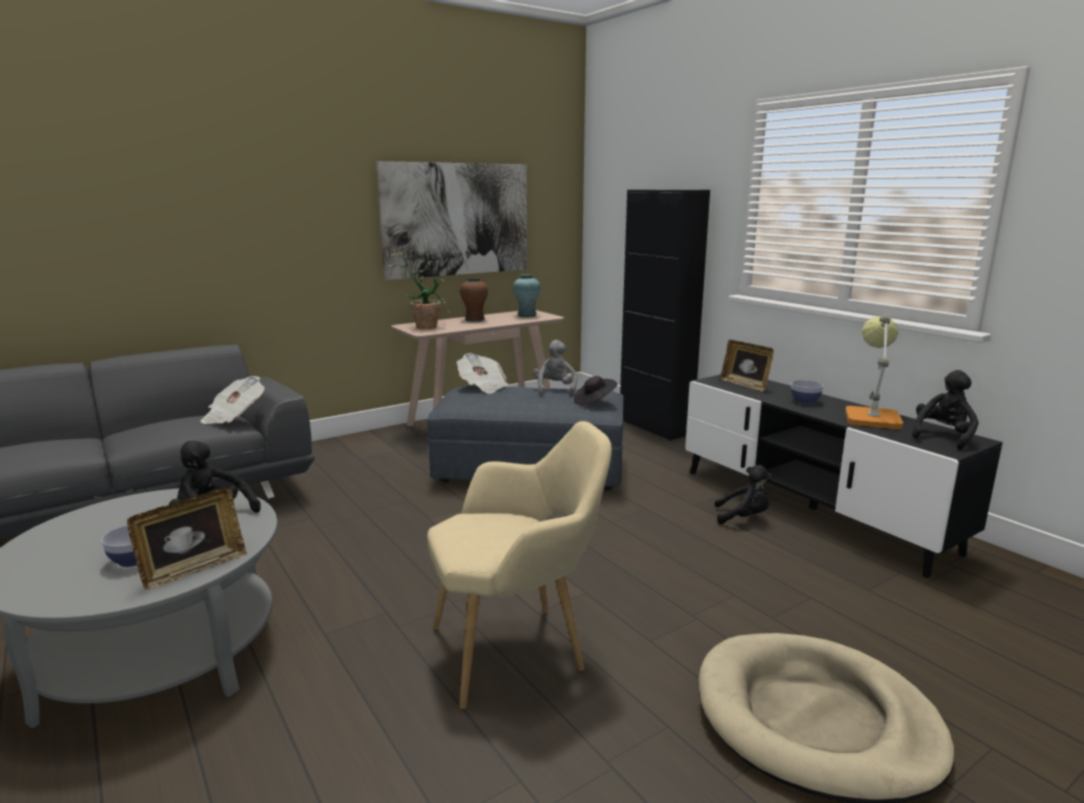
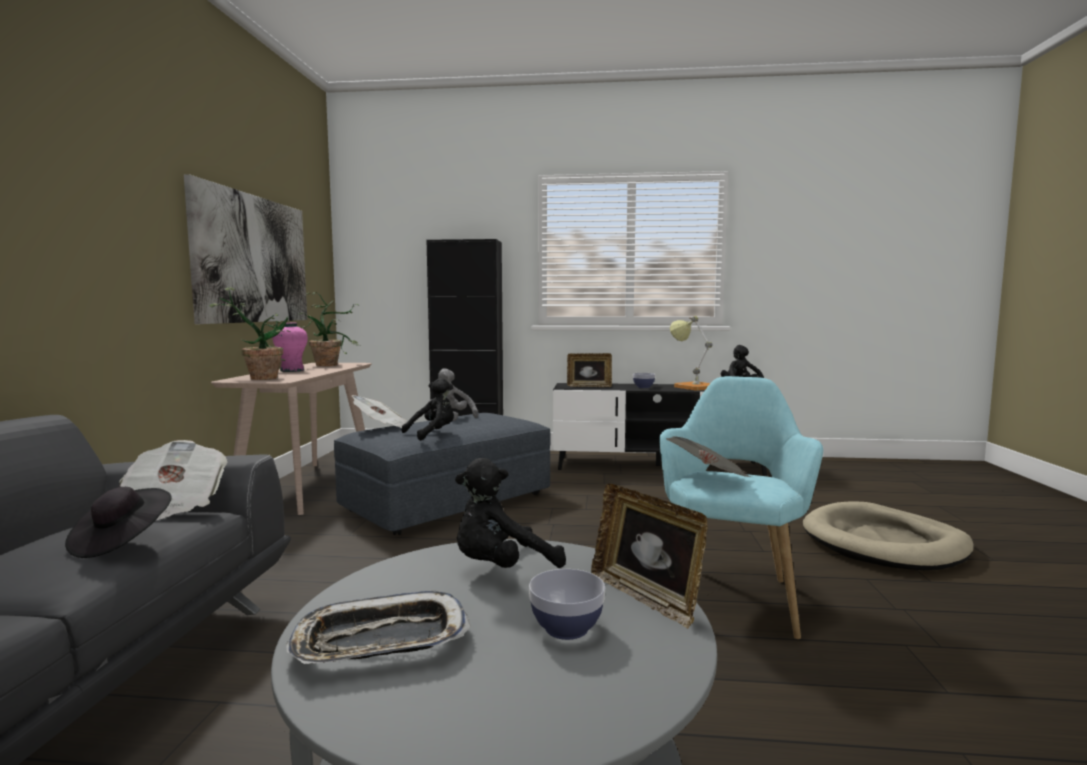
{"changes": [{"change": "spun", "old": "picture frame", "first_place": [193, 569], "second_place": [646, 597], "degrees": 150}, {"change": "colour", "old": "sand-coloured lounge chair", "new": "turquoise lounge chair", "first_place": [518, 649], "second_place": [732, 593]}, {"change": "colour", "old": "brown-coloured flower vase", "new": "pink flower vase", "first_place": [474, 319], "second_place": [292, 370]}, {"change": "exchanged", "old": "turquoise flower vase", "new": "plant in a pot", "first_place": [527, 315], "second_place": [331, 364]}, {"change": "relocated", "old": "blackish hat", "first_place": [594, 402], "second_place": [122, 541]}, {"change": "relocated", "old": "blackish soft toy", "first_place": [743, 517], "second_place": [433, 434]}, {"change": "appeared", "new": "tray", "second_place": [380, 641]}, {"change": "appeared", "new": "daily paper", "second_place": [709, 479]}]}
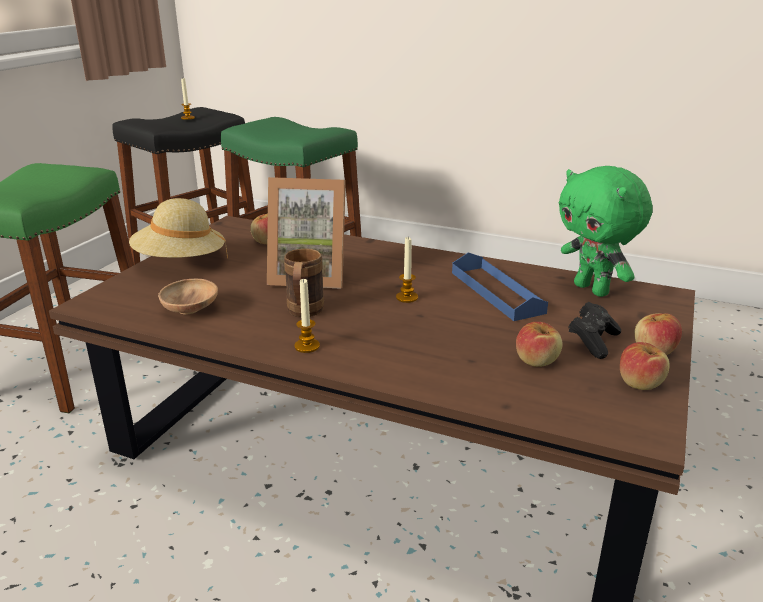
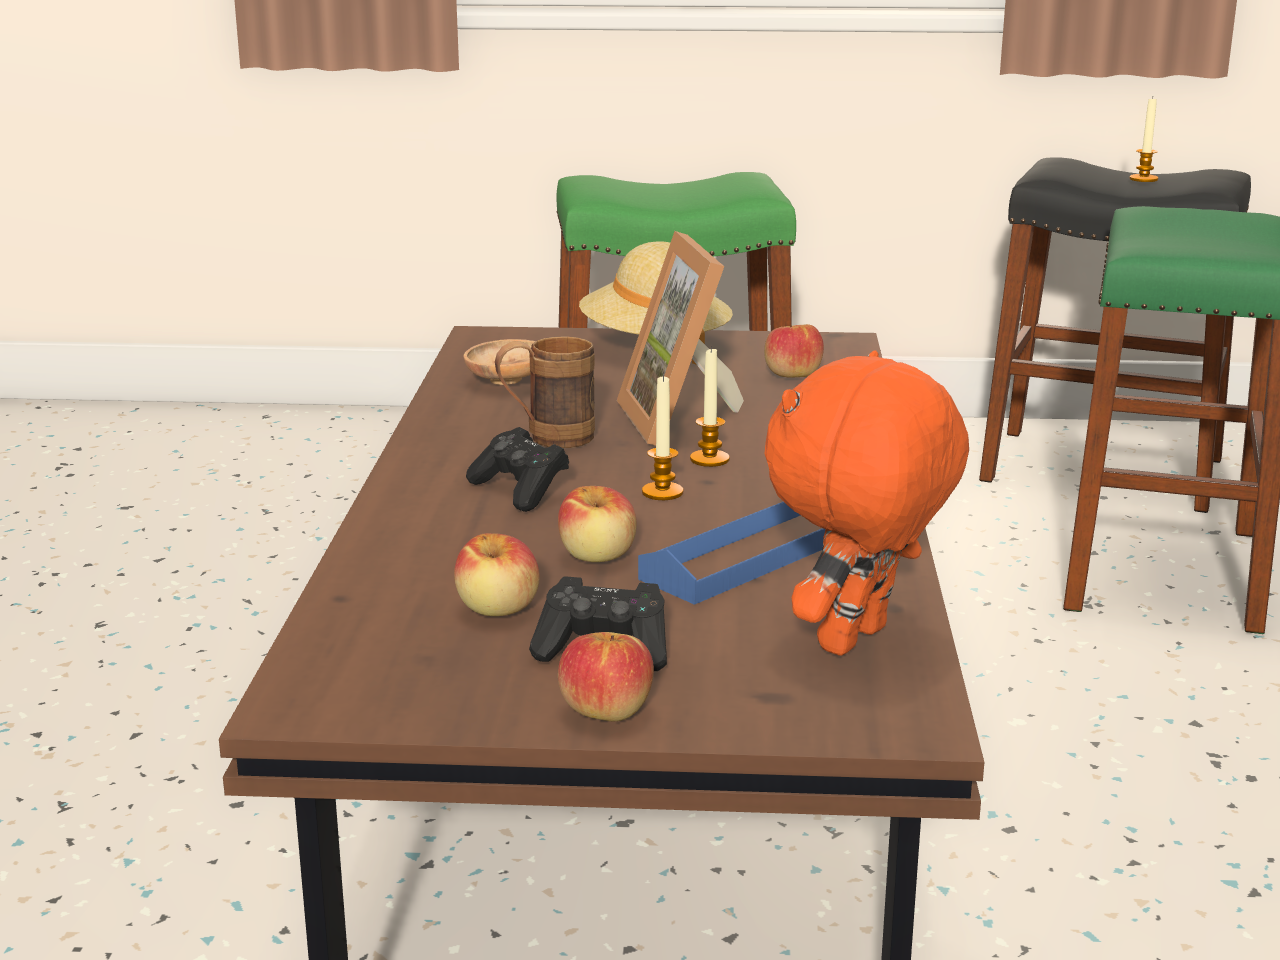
{"changes": [{"change": "relocated", "old": "wax candle", "first_place": [307, 346], "second_place": [709, 459]}, {"change": "colour", "old": "green-coloured soft toy", "new": "orange soft toy", "first_place": [593, 289], "second_place": [857, 641]}, {"change": "relocated", "old": "apple fruit", "first_place": [640, 383], "second_place": [597, 555]}, {"change": "appeared", "new": "blackish gamepad", "second_place": [520, 491]}]}
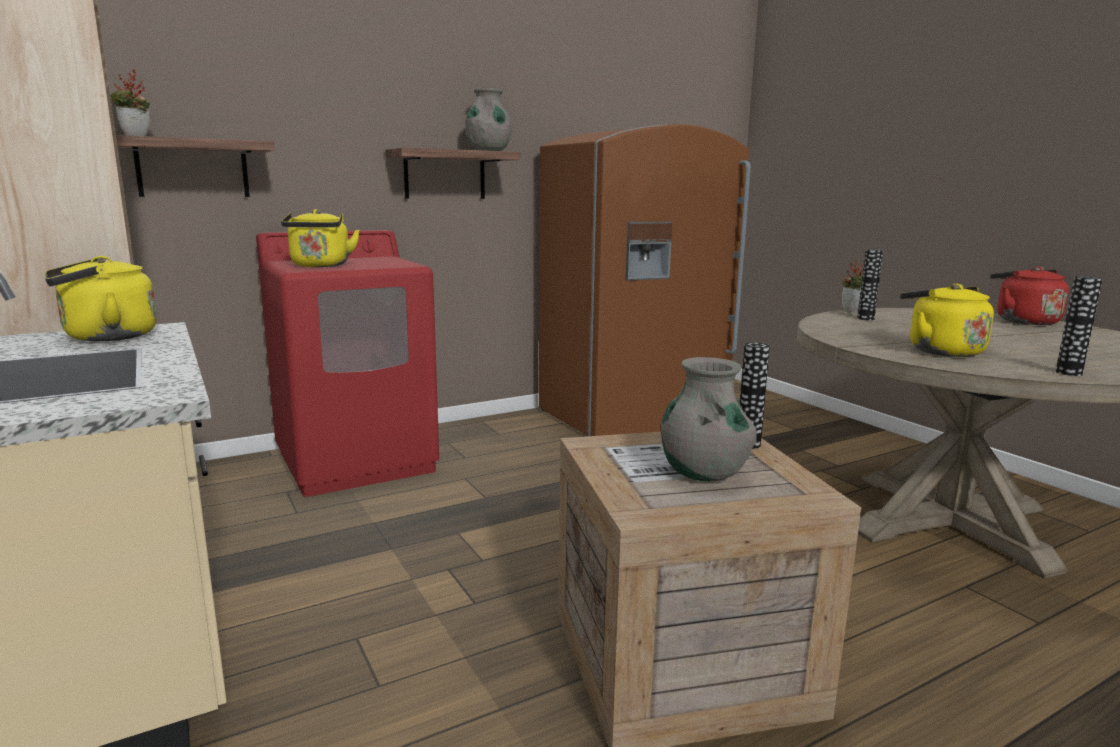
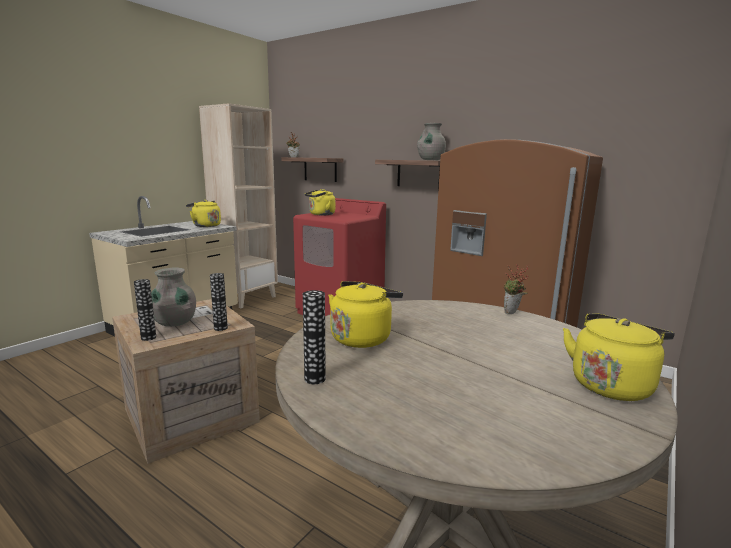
{"changes": [{"change": "relocated", "old": "flower vase", "first_place": [865, 318], "second_place": [148, 337]}, {"change": "colour", "old": "reddish water kettle", "new": "yellow water kettle", "first_place": [1023, 321], "second_place": [611, 384]}]}
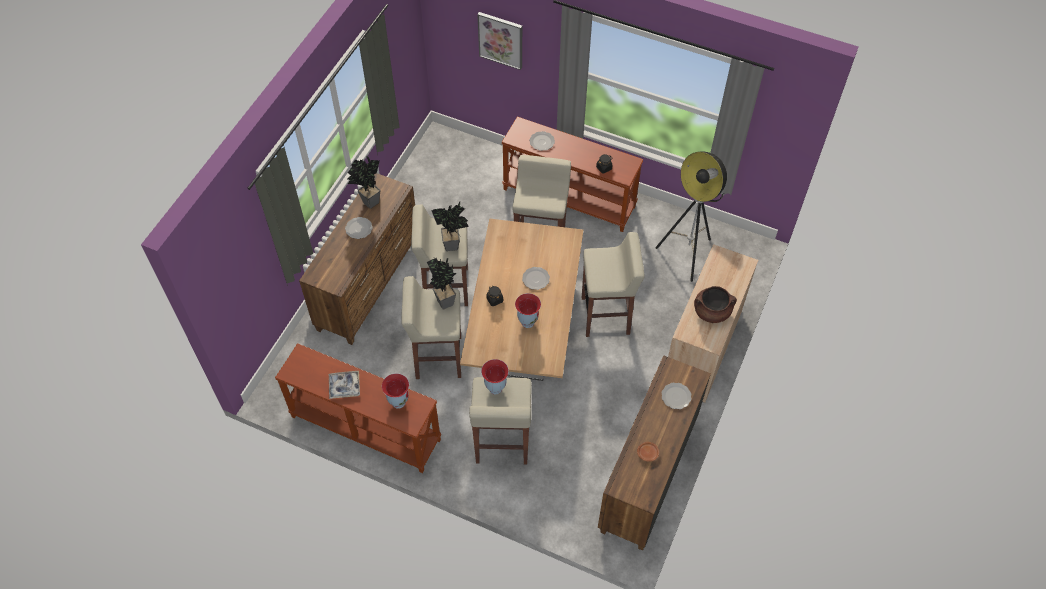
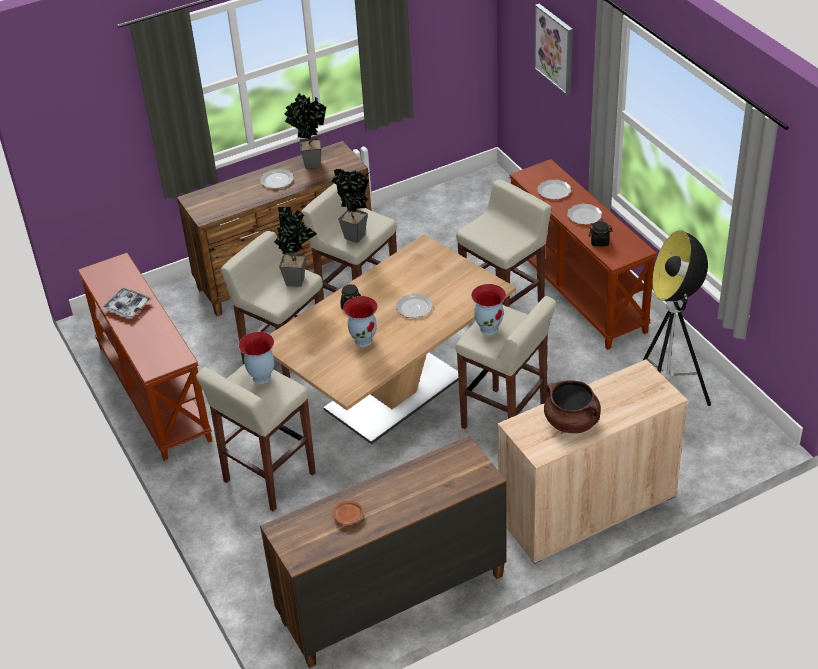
{"changes": [{"change": "relocated", "old": "flower vase", "first_place": [398, 401], "second_place": [489, 329]}, {"change": "relocated", "old": "dinner plate", "first_place": [675, 396], "second_place": [584, 215]}]}
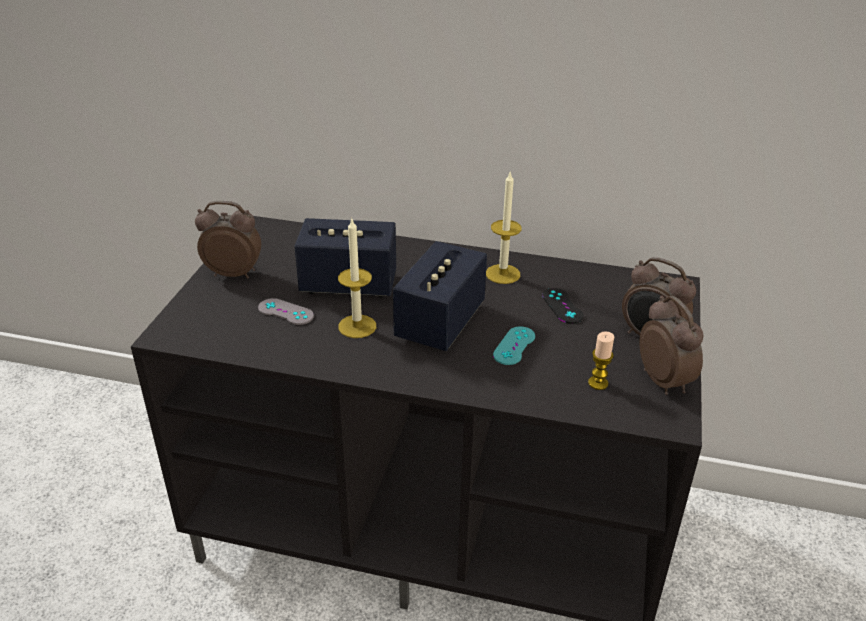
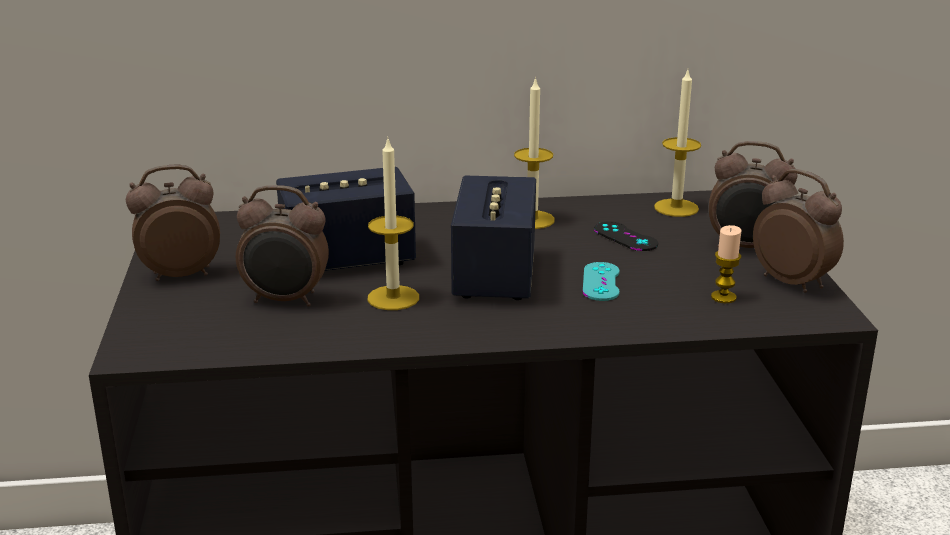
{"changes": [{"change": "exchanged", "old": "grey gamepad", "new": "bedside clock", "first_place": [285, 312], "second_place": [286, 300]}, {"change": "appeared", "new": "wax candle", "second_place": [676, 208]}]}
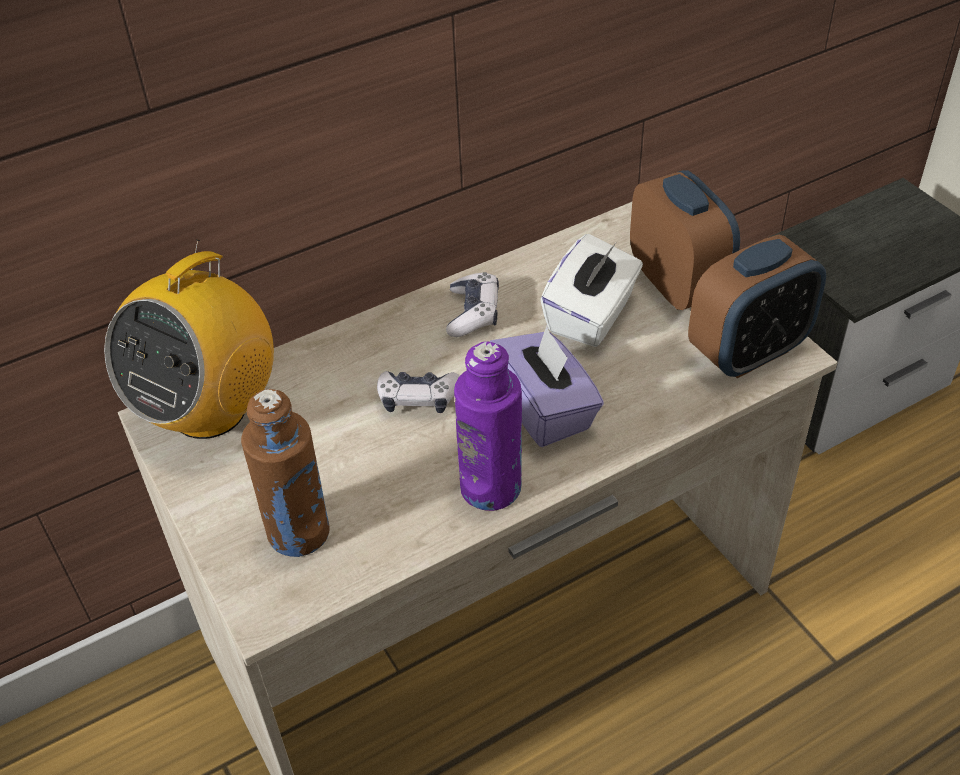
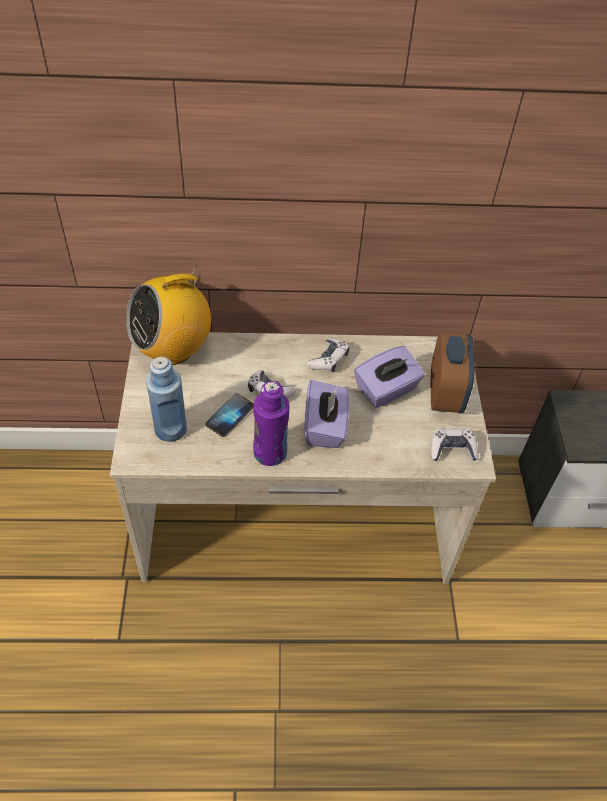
{"changes": [{"change": "colour", "old": "brown-coloured beverage bottle", "new": "blue-coloured beverage bottle", "first_place": [299, 532], "second_place": [170, 429]}, {"change": "colour", "old": "whitish tissue holder", "new": "purple tissue holder", "first_place": [591, 316], "second_place": [386, 390]}, {"change": "exchanged", "old": "bedside clock", "new": "gamepad", "first_place": [748, 352], "second_place": [452, 449]}, {"change": "appeared", "new": "phone", "second_place": [230, 416]}]}
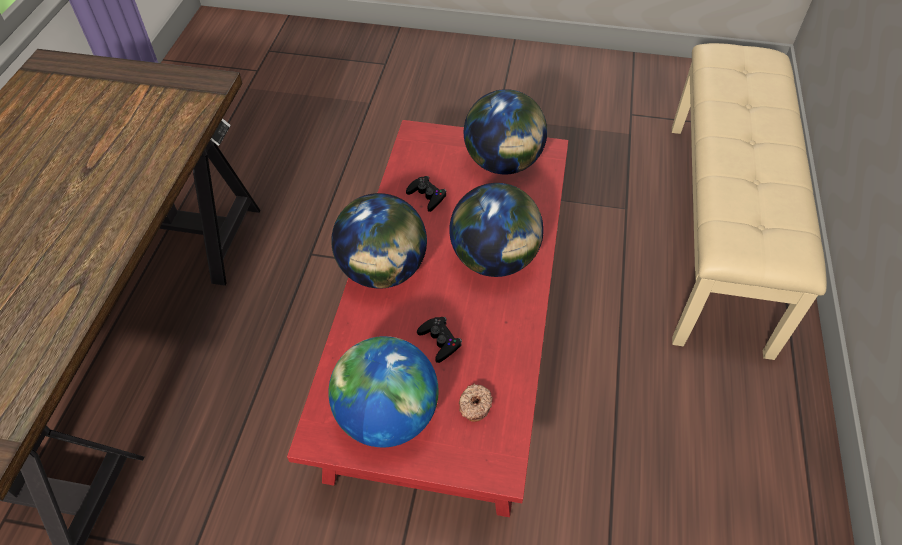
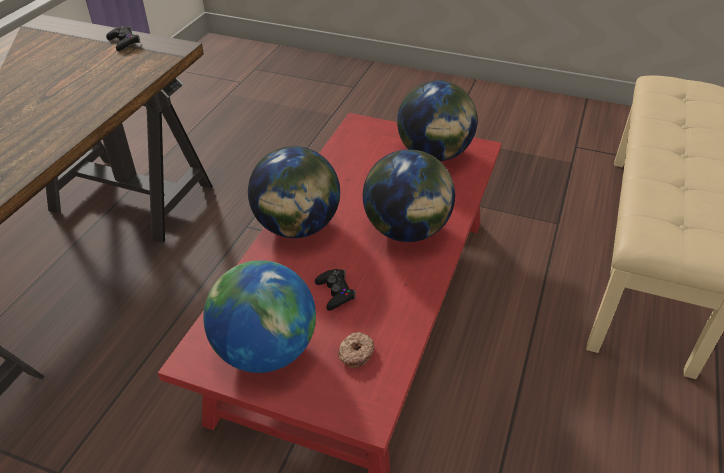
{"changes": [{"change": "relocated", "old": "blackish gamepad", "first_place": [427, 196], "second_place": [124, 42]}]}
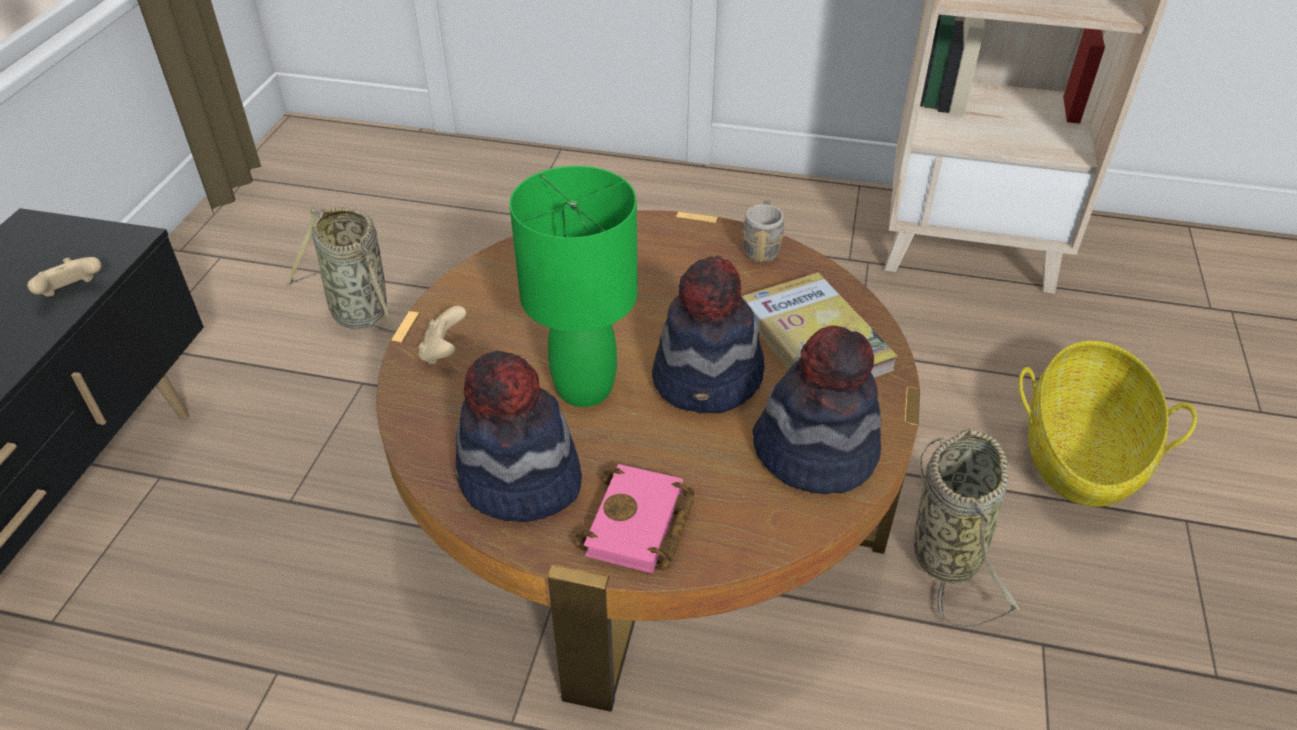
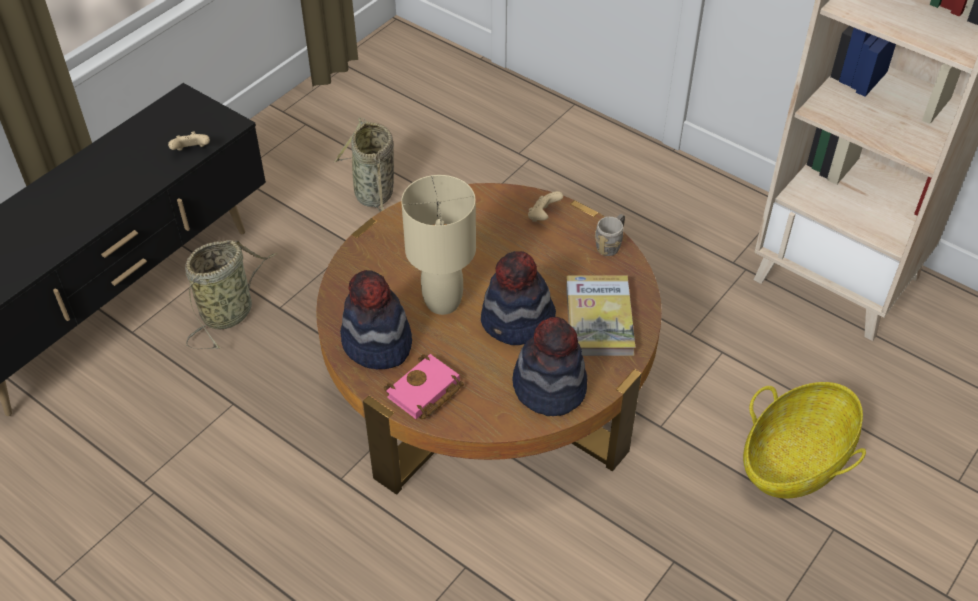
{"changes": [{"change": "relocated", "old": "sand-coloured gamepad", "first_place": [444, 352], "second_place": [543, 216]}, {"change": "colour", "old": "green-coloured table lamp", "new": "sand-coloured table lamp", "first_place": [583, 388], "second_place": [442, 302]}, {"change": "relocated", "old": "storage basket", "first_place": [945, 547], "second_place": [230, 311]}]}
